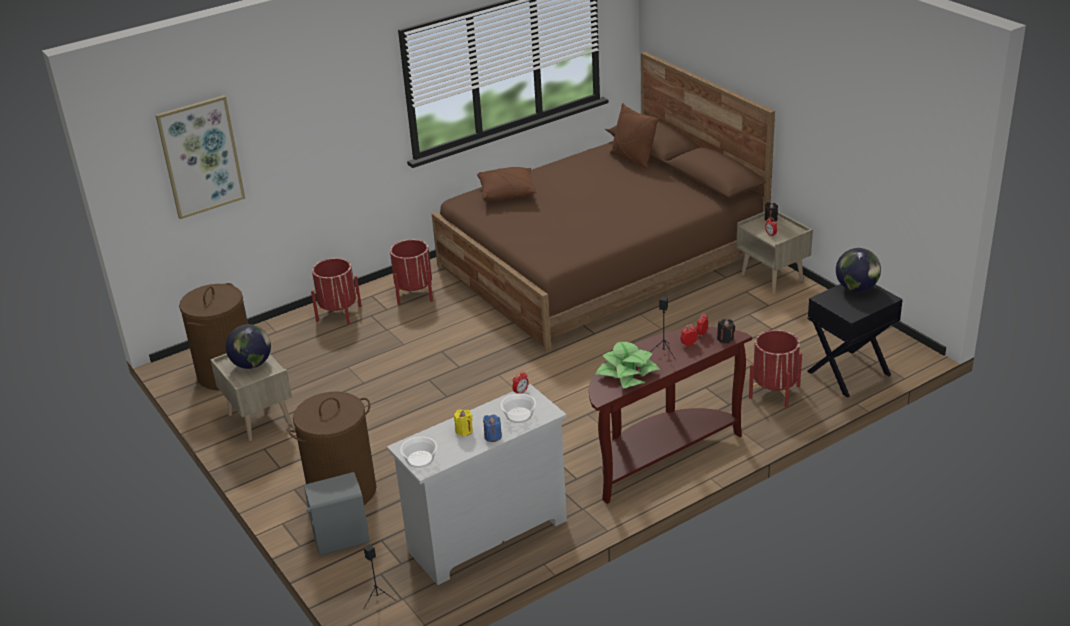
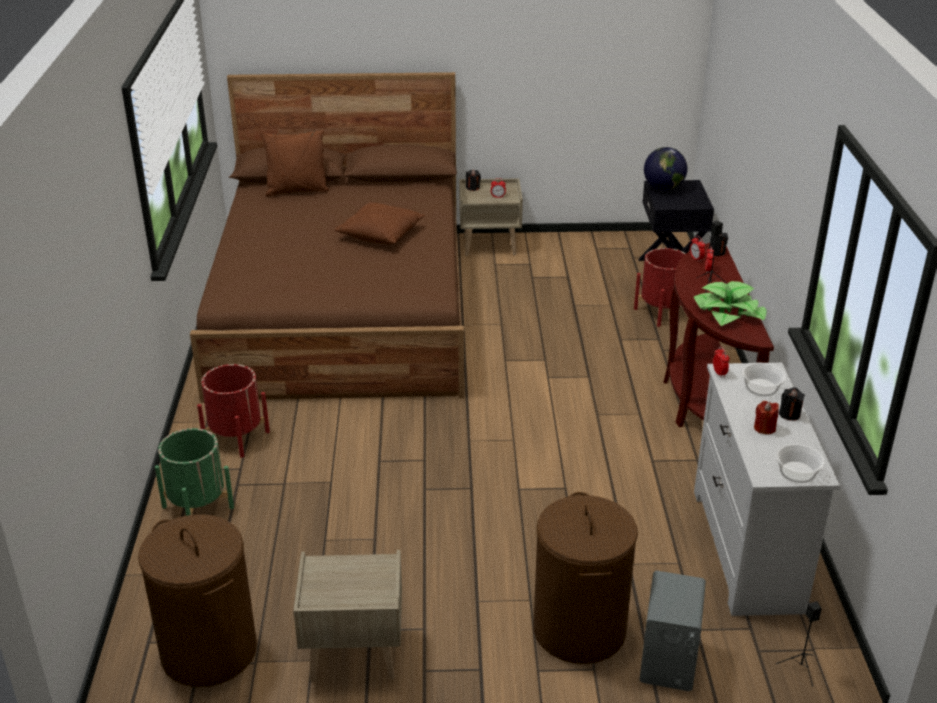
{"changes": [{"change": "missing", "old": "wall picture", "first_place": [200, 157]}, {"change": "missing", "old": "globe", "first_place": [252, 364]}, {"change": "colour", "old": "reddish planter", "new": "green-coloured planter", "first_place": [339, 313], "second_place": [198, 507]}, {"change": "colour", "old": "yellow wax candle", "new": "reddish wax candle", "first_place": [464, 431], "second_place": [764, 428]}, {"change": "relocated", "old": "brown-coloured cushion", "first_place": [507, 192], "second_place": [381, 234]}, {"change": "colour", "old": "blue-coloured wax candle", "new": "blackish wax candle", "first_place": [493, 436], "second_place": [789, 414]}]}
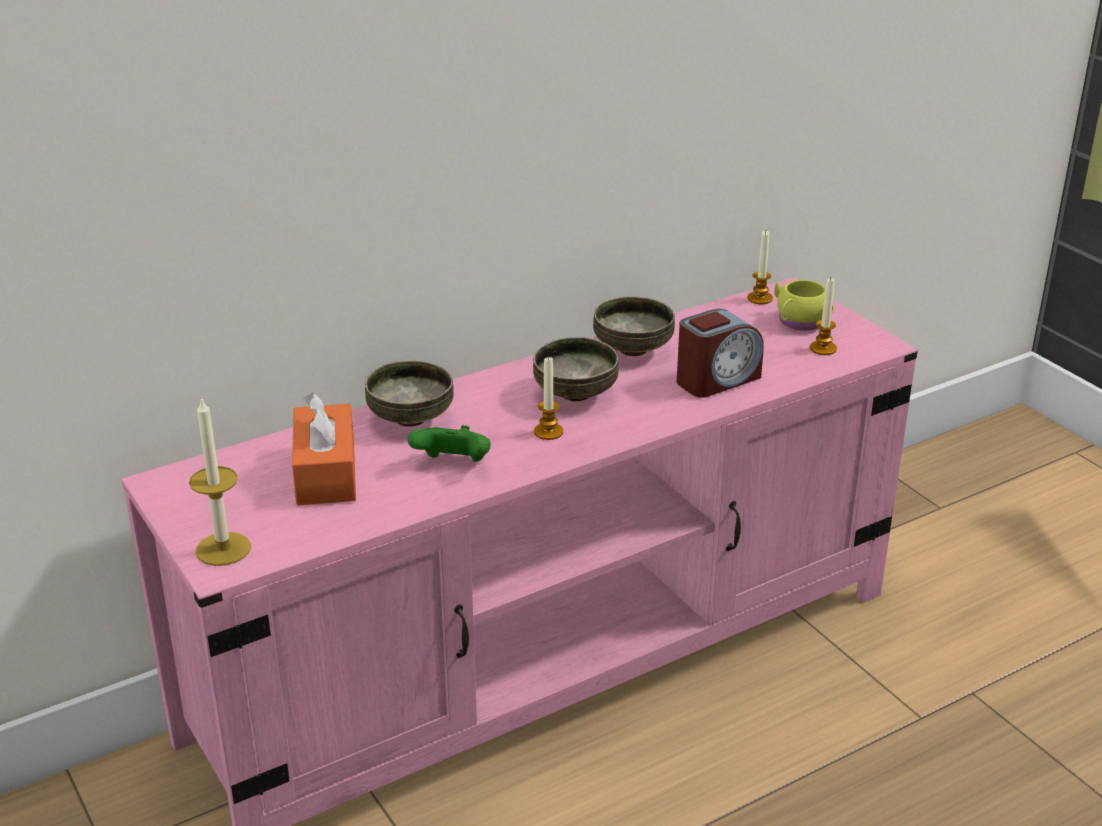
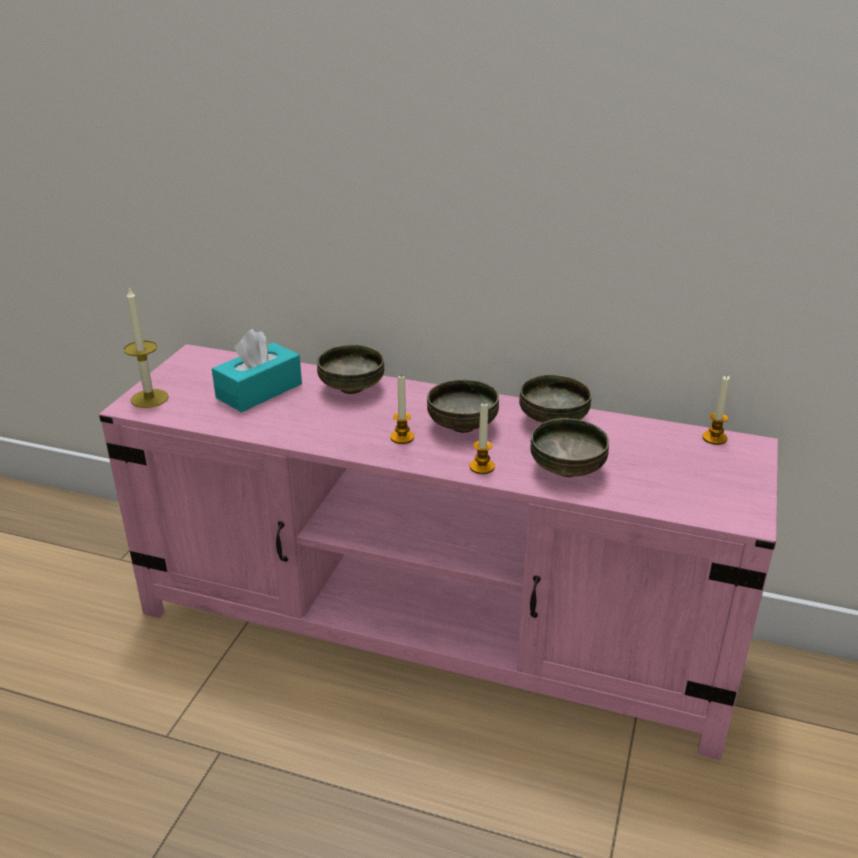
{"changes": [{"change": "colour", "old": "orange tissue holder", "new": "turquoise tissue holder", "first_place": [326, 473], "second_place": [259, 391]}, {"change": "missing", "old": "green-coloured gamepad", "first_place": [453, 465]}, {"change": "exchanged", "old": "bedside clock", "new": "serving bowl", "first_place": [717, 380], "second_place": [568, 470]}, {"change": "missing", "old": "yellow coffee mug", "first_place": [799, 322]}, {"change": "relocated", "old": "wax candle", "first_place": [823, 348], "second_place": [482, 467]}]}
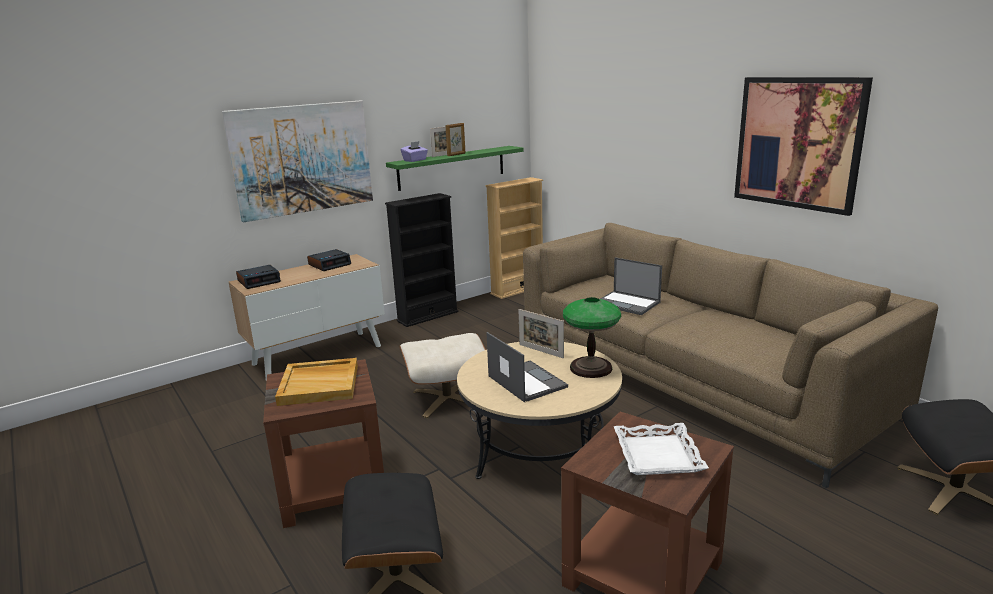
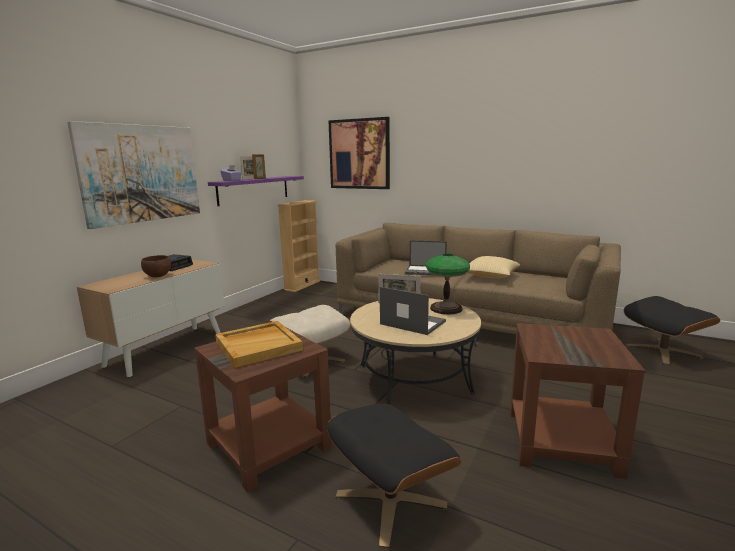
{"changes": [{"change": "missing", "old": "bedside clock", "first_place": [259, 281]}, {"change": "missing", "old": "blackish bookshelf", "first_place": [427, 316]}, {"change": "colour", "old": "green-coloured shelf", "new": "purple shelf", "first_place": [452, 167], "second_place": [254, 190]}, {"change": "missing", "old": "whitish tray", "first_place": [658, 455]}, {"change": "relocated", "old": "wall picture", "first_place": [798, 143], "second_place": [359, 154]}, {"change": "appeared", "new": "brown-coloured serving bowl", "second_place": [158, 276]}, {"change": "appeared", "new": "cushion", "second_place": [490, 276]}]}
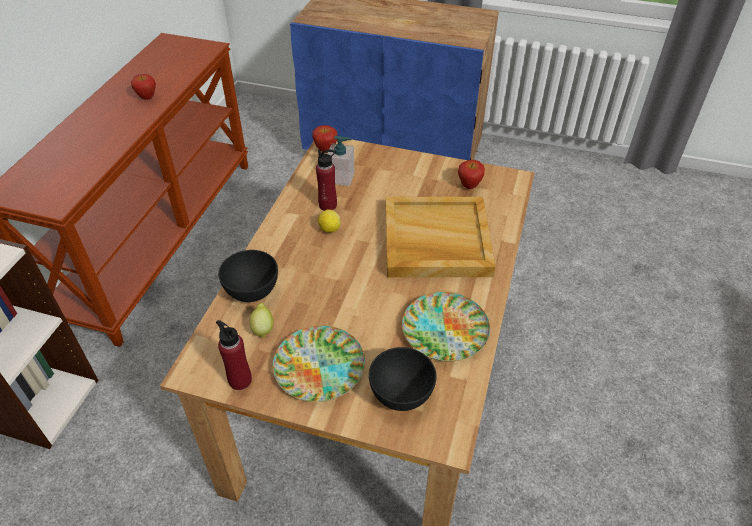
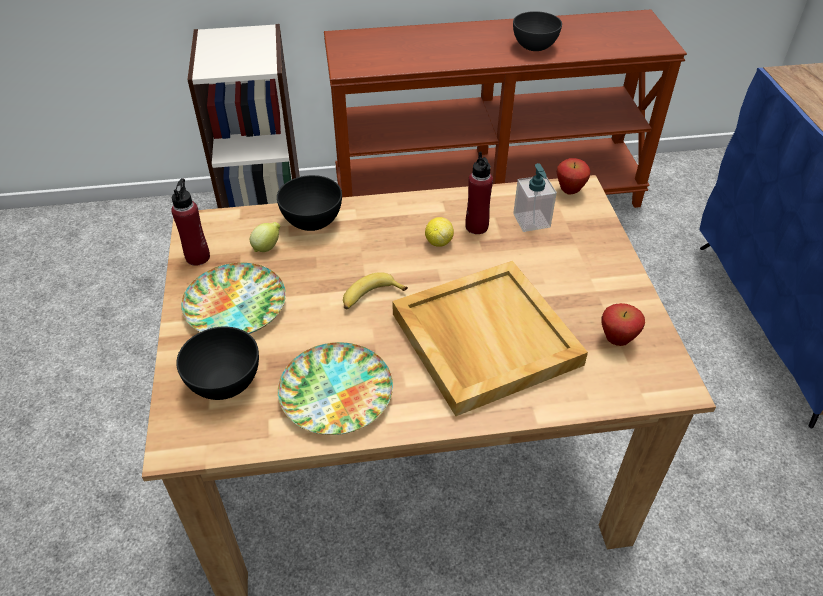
{"changes": [{"change": "exchanged", "old": "apple fruit", "new": "grey serving bowl", "first_place": [147, 98], "second_place": [534, 47]}, {"change": "appeared", "new": "whole banana", "second_place": [370, 297]}]}
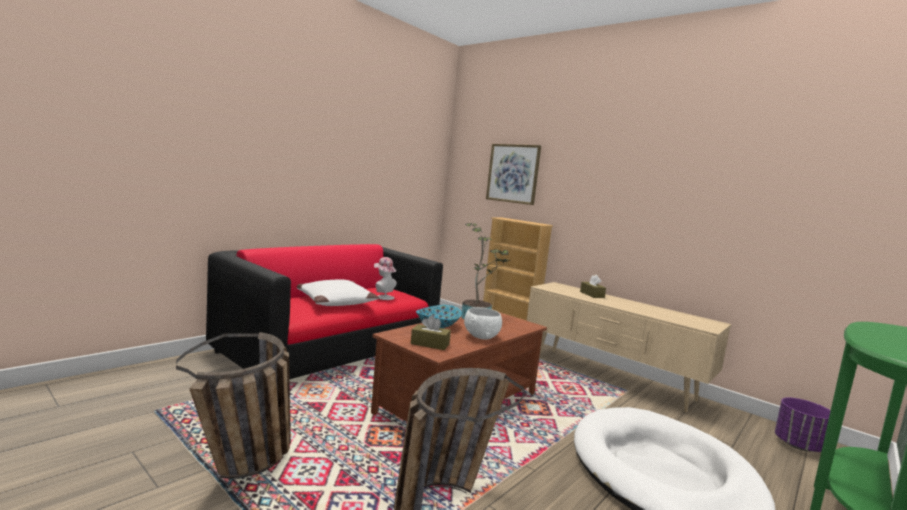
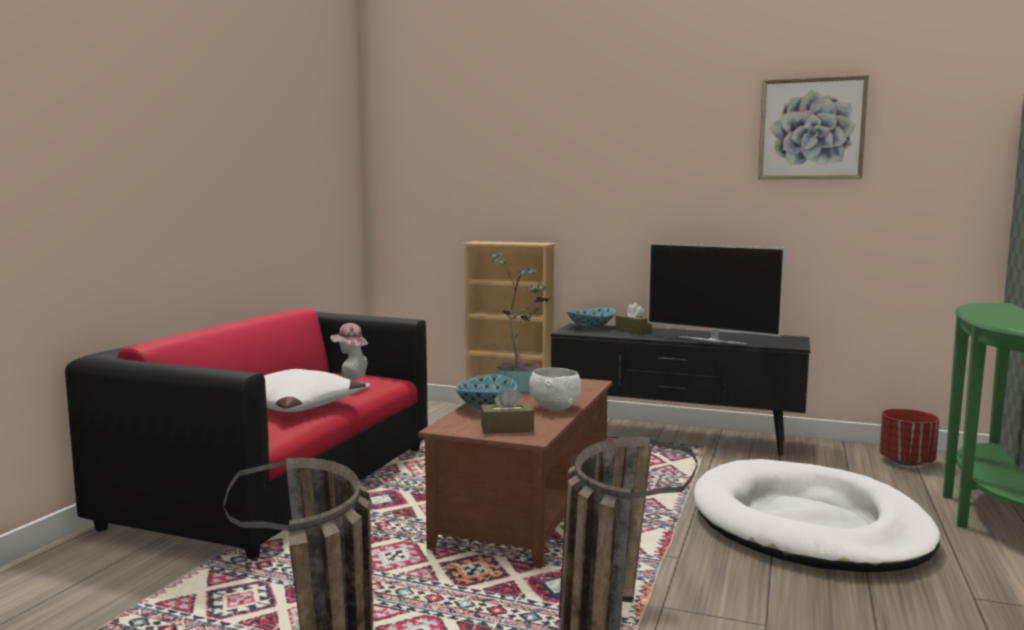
{"changes": [{"change": "relocated", "old": "wall picture", "first_place": [513, 173], "second_place": [811, 129]}, {"change": "colour", "old": "sand-coloured tv stand", "new": "blackish tv stand", "first_place": [610, 378], "second_place": [675, 437]}, {"change": "colour", "old": "purple planter", "new": "reddish planter", "first_place": [799, 446], "second_place": [907, 462]}, {"change": "appeared", "new": "serving bowl", "second_place": [591, 327]}, {"change": "appeared", "new": "TV", "second_place": [712, 340]}]}
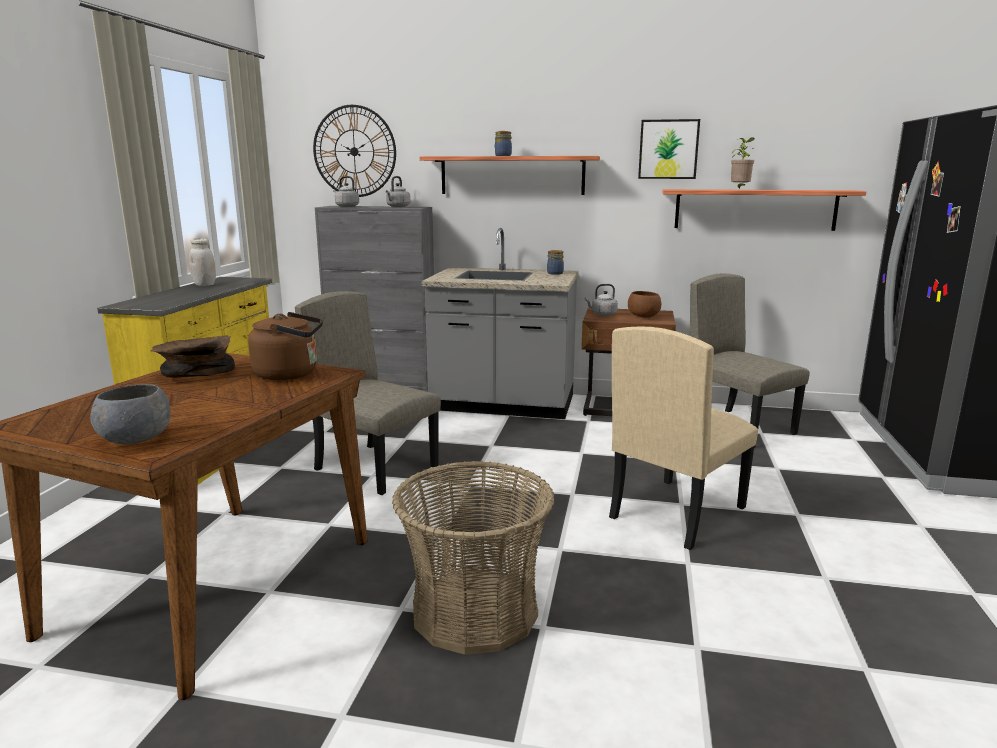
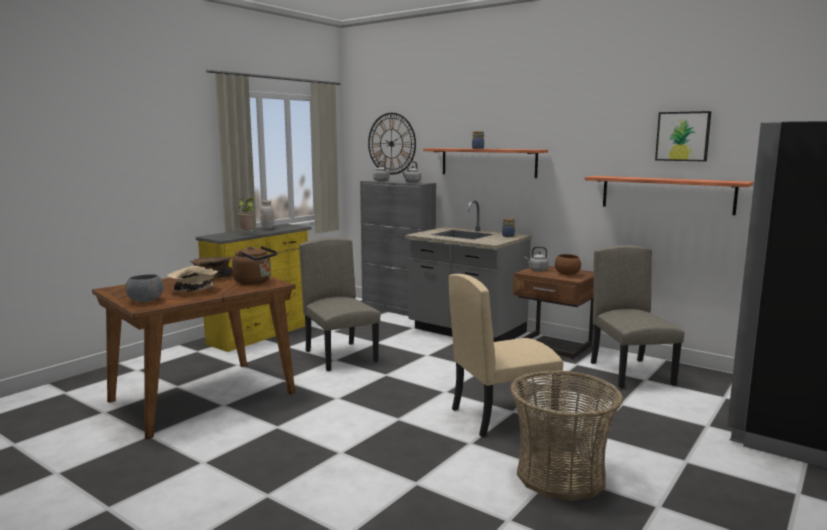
{"changes": [{"change": "relocated", "old": "storage basket", "first_place": [475, 611], "second_place": [561, 475]}, {"change": "relocated", "old": "wall picture", "first_place": [668, 149], "second_place": [683, 136]}, {"change": "relocated", "old": "plant in a pot", "first_place": [740, 189], "second_place": [248, 234]}, {"change": "appeared", "new": "sand-coloured serving bowl", "second_place": [193, 290]}]}
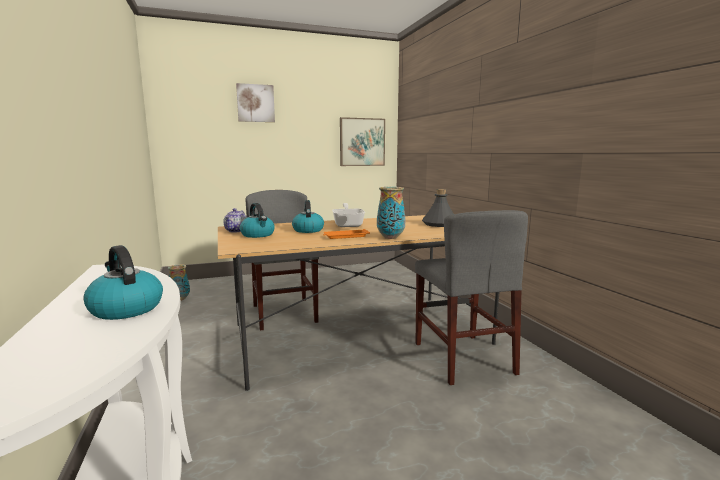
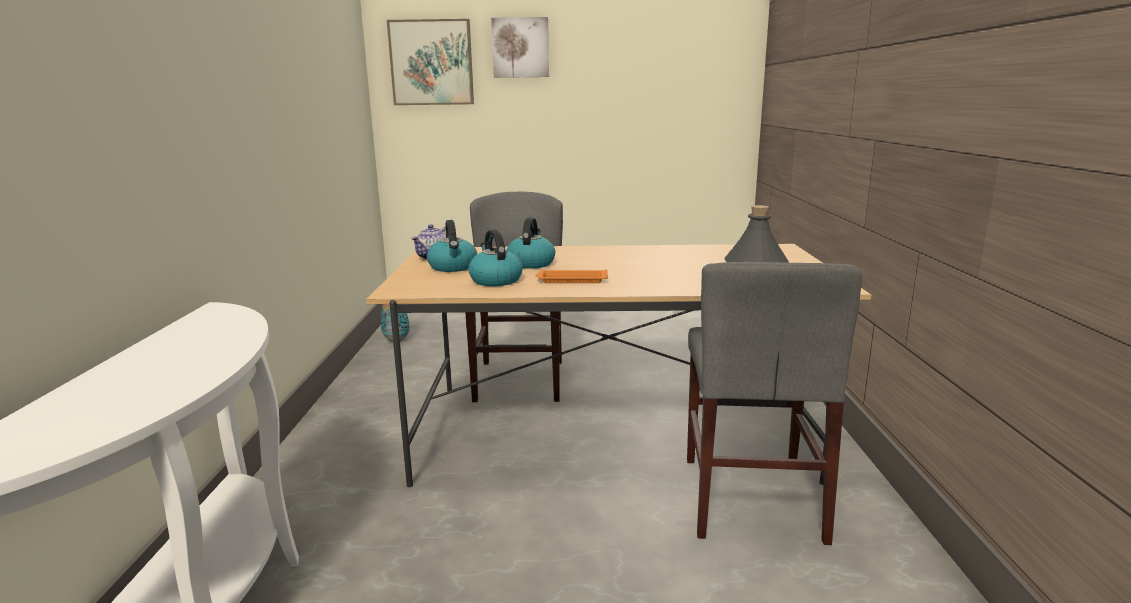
{"changes": [{"change": "relocated", "old": "water kettle", "first_place": [125, 308], "second_place": [495, 280]}, {"change": "missing", "old": "skillet", "first_place": [348, 224]}, {"change": "relocated", "old": "wall picture", "first_place": [362, 142], "second_place": [431, 63]}, {"change": "missing", "old": "flower vase", "first_place": [390, 237]}]}
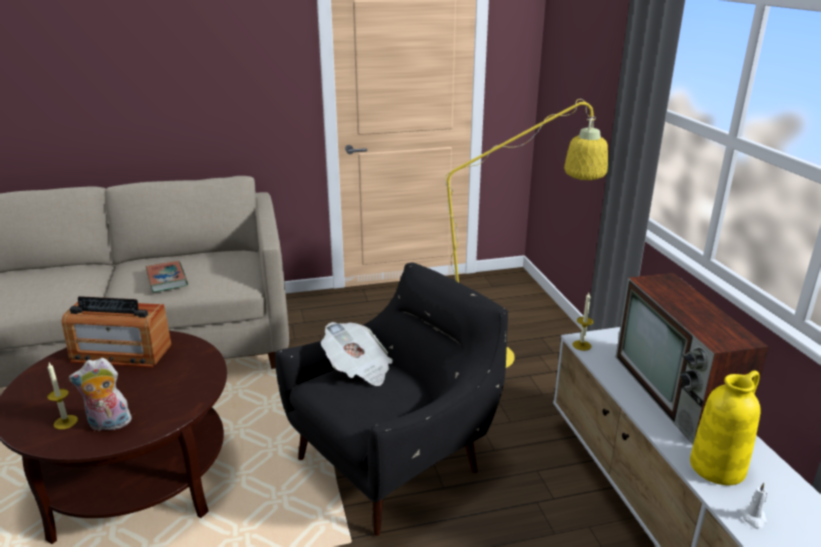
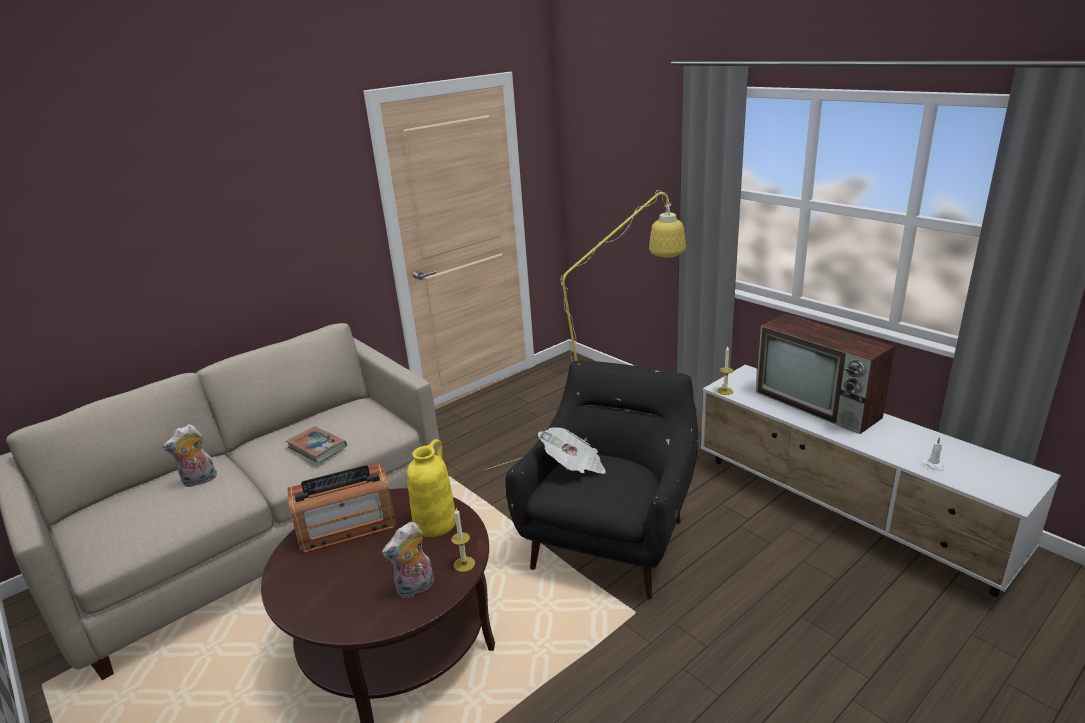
{"changes": [{"change": "relocated", "old": "wax candle", "first_place": [65, 422], "second_place": [464, 564]}, {"change": "relocated", "old": "yellow flower vase", "first_place": [717, 466], "second_place": [435, 522]}, {"change": "appeared", "new": "soft toy", "second_place": [199, 481]}]}
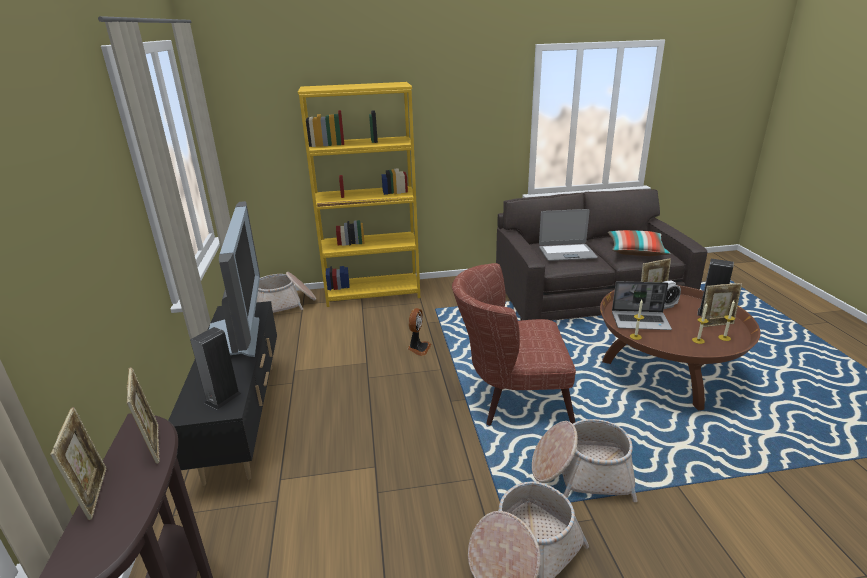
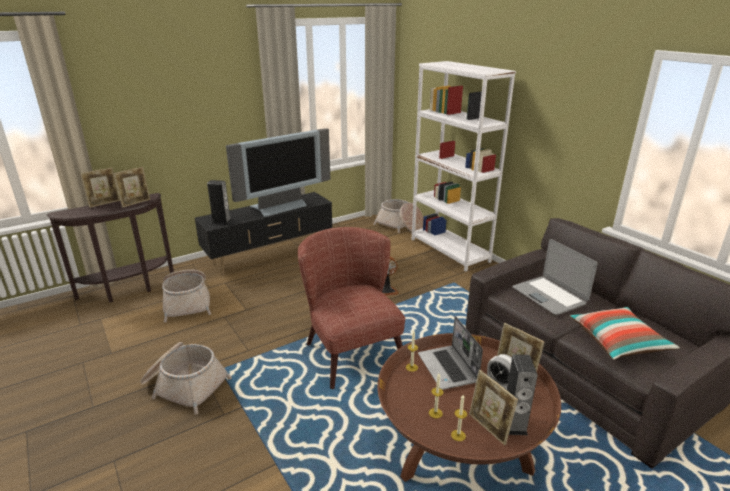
{"changes": [{"change": "colour", "old": "yellow bookshelf", "new": "whitish bookshelf", "first_place": [373, 293], "second_place": [449, 250]}, {"change": "relocated", "old": "storage basket", "first_place": [581, 472], "second_place": [187, 303]}]}
